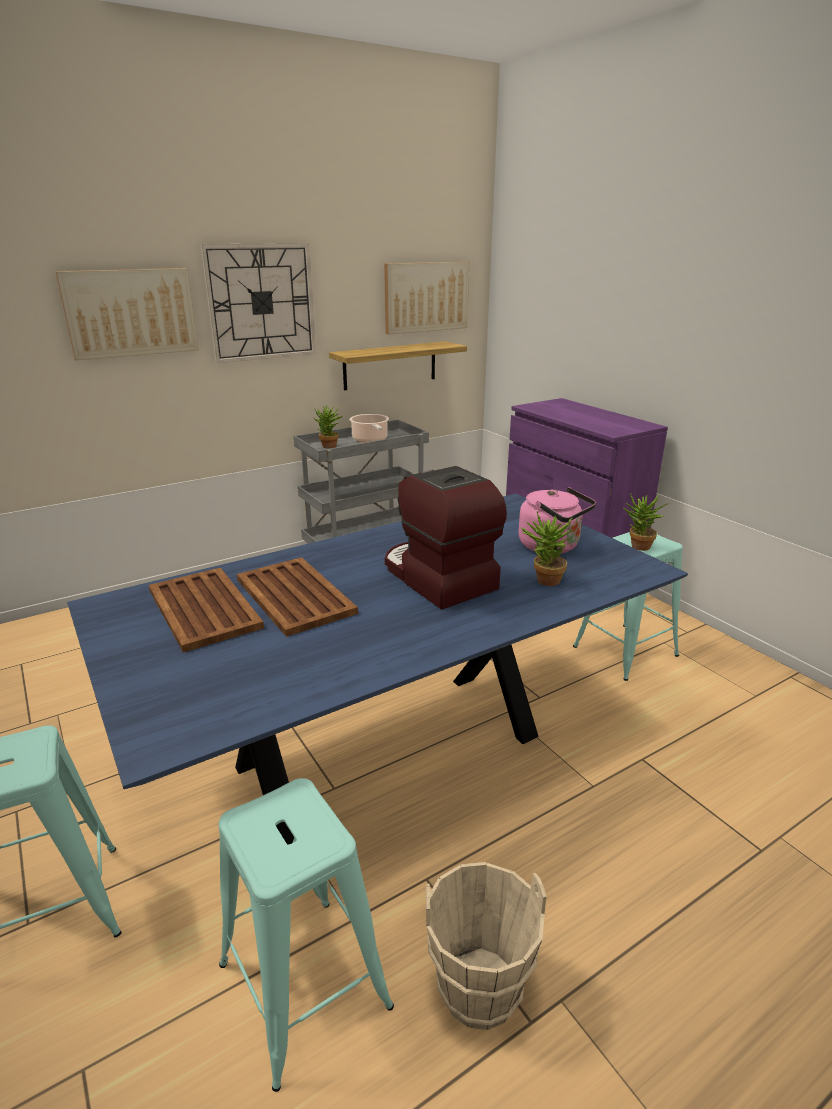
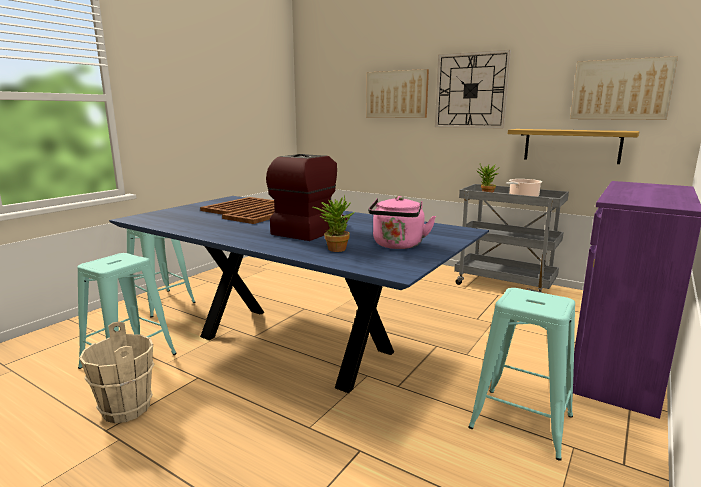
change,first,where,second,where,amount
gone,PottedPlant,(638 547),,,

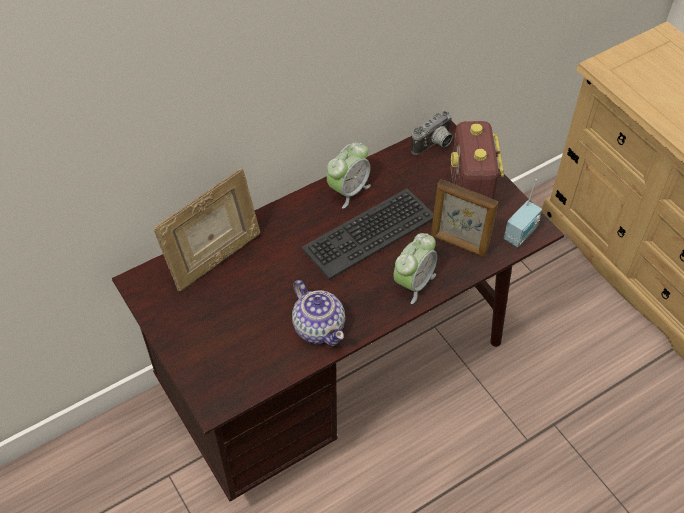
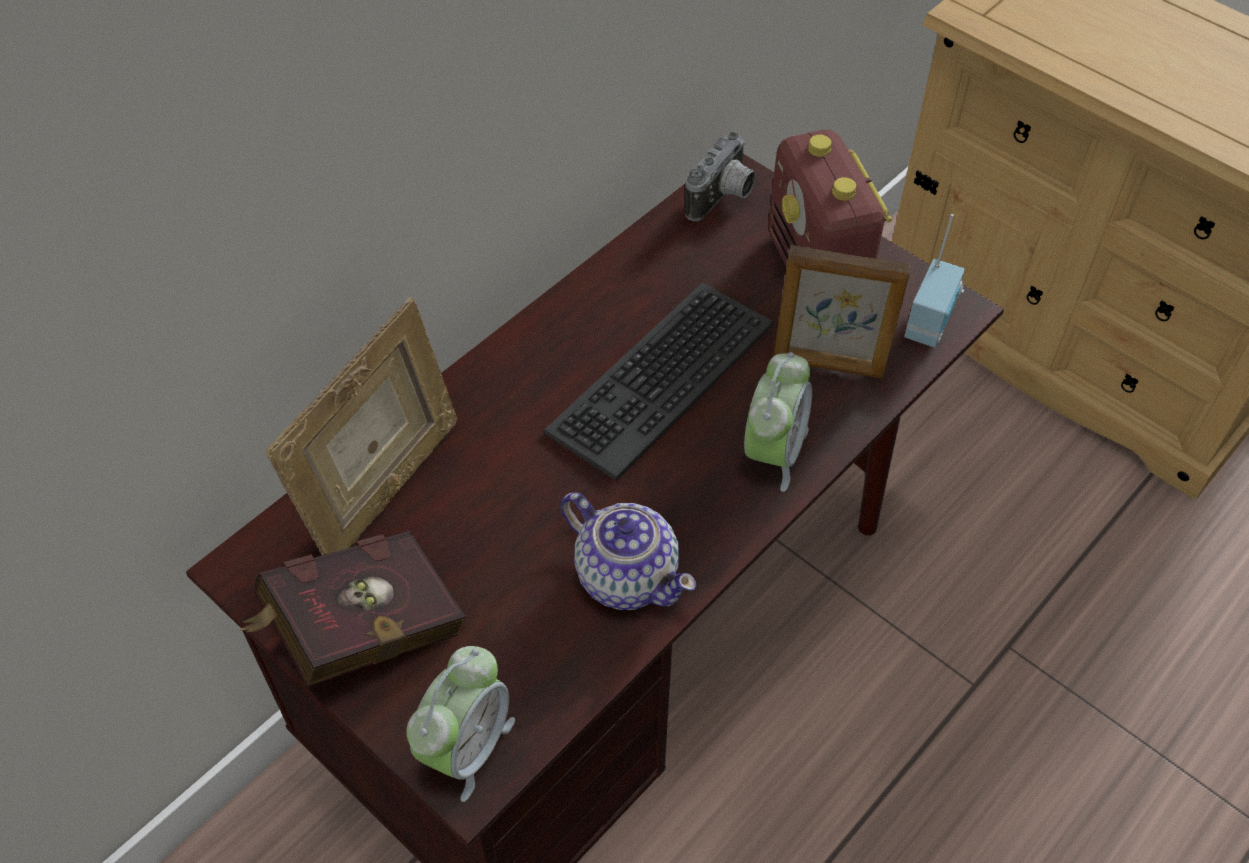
change,first,where,second,where,amount
new,,,RedColouredVolume,(359 631),
shifted,TableClock,(348 190),,(466 747),

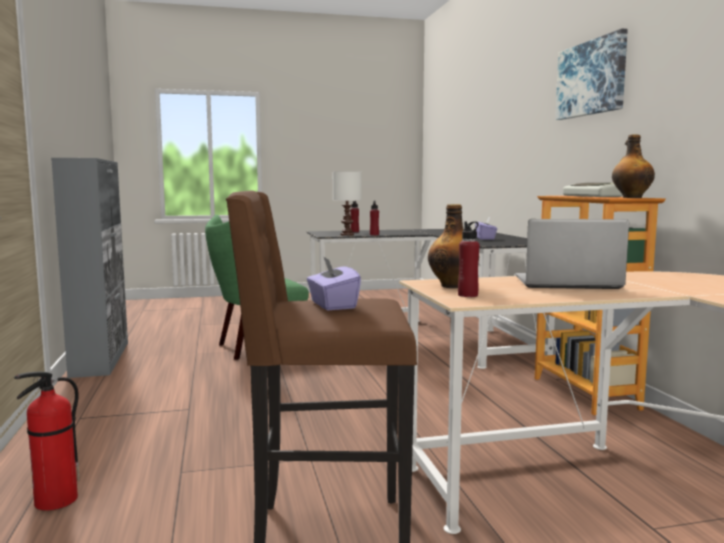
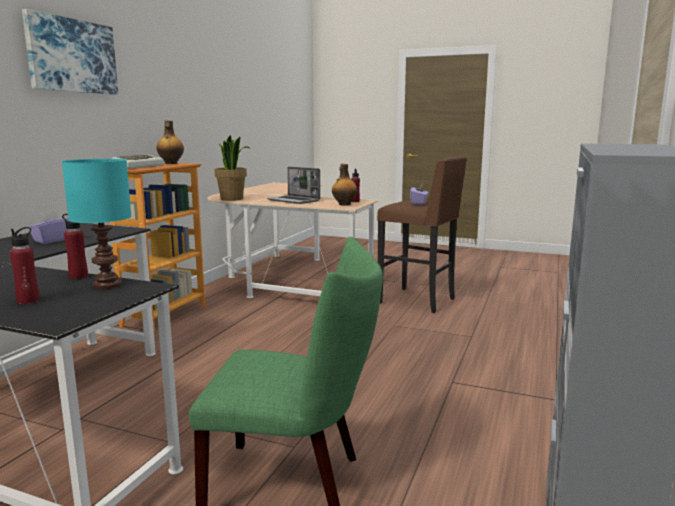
change,first,where,second,where,amount
gone,FireExtinguisher,(55 501),,,
new,,,PottedPlant,(232 199),
repainted,WhitishLampForATable,(346 235),TurquoiseColouredLampForATable,(108 285),

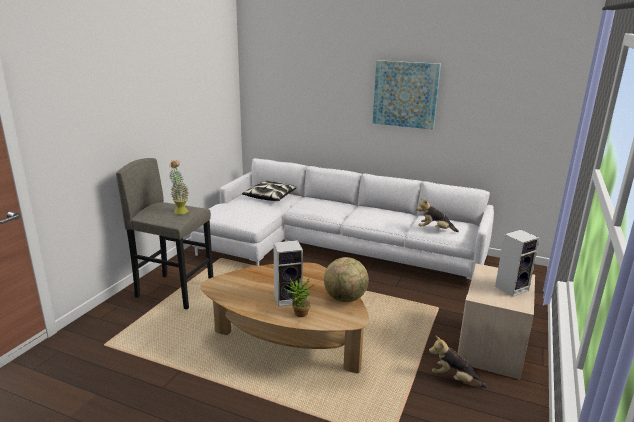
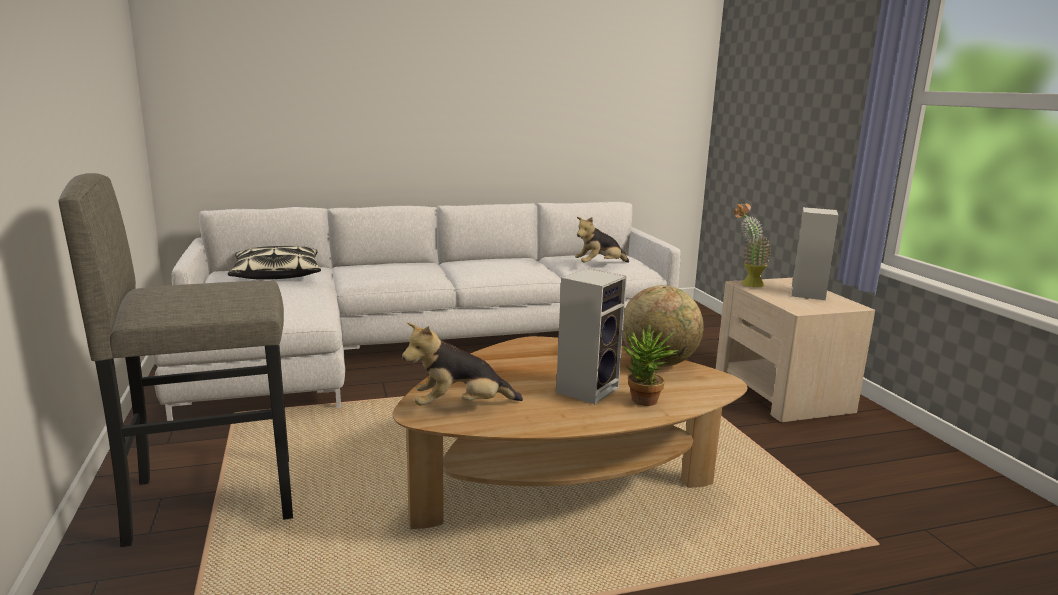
change,first,where,second,where,amount
gone,Picture,(405 94),,,
shifted,PottedPlant,(180 210),,(746 283),
shifted,PlushToy,(454 379),,(460 407),

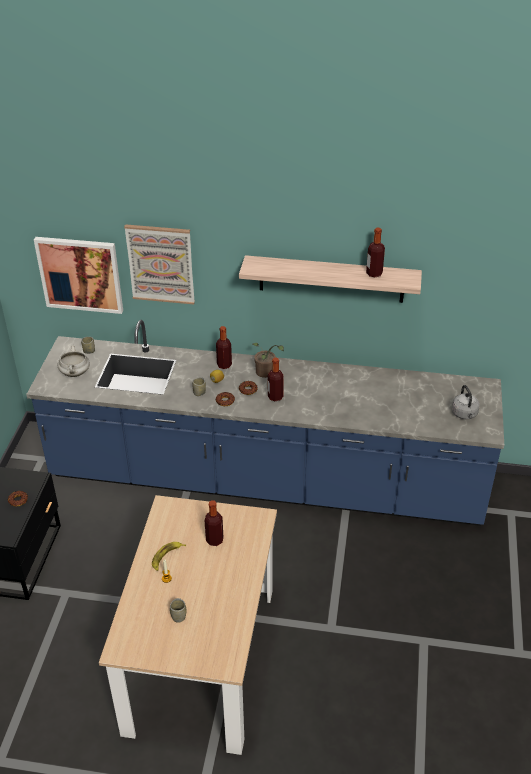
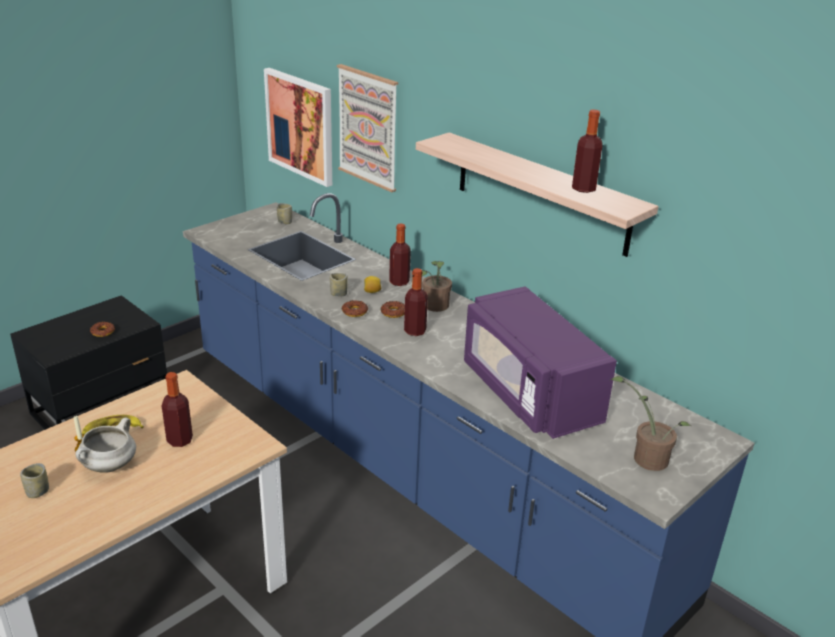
change,first,where,second,where,amount
new,,,PurplishKitchenMicrowave,(529 393),
shifted,WhitishSaucepot,(75 373),,(109 466),
swapped,GrayWaterKettle,(465 414),PottedPlant,(645 457),

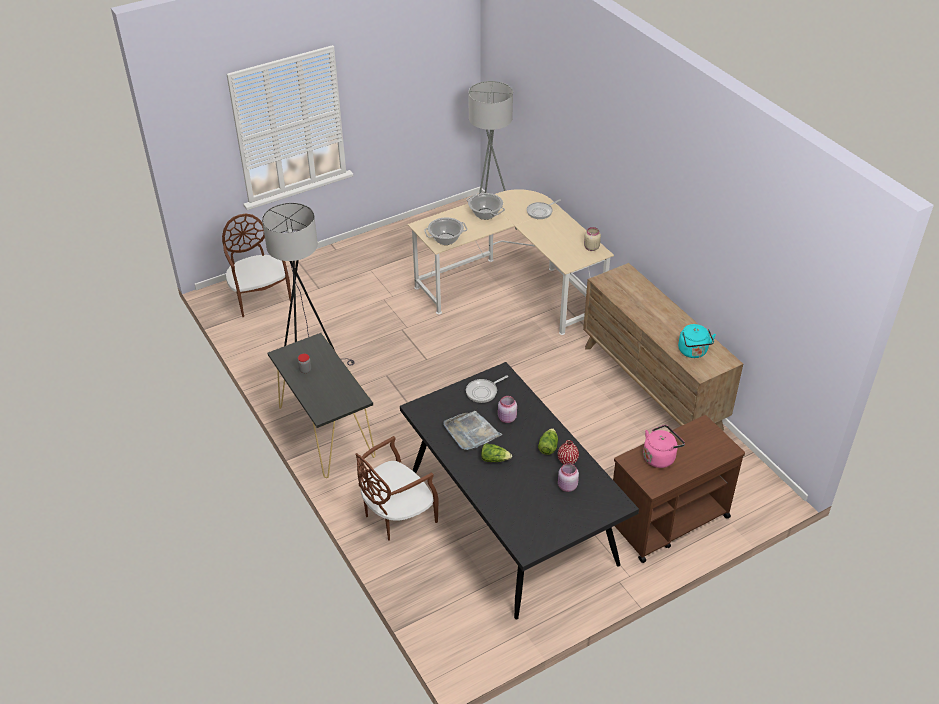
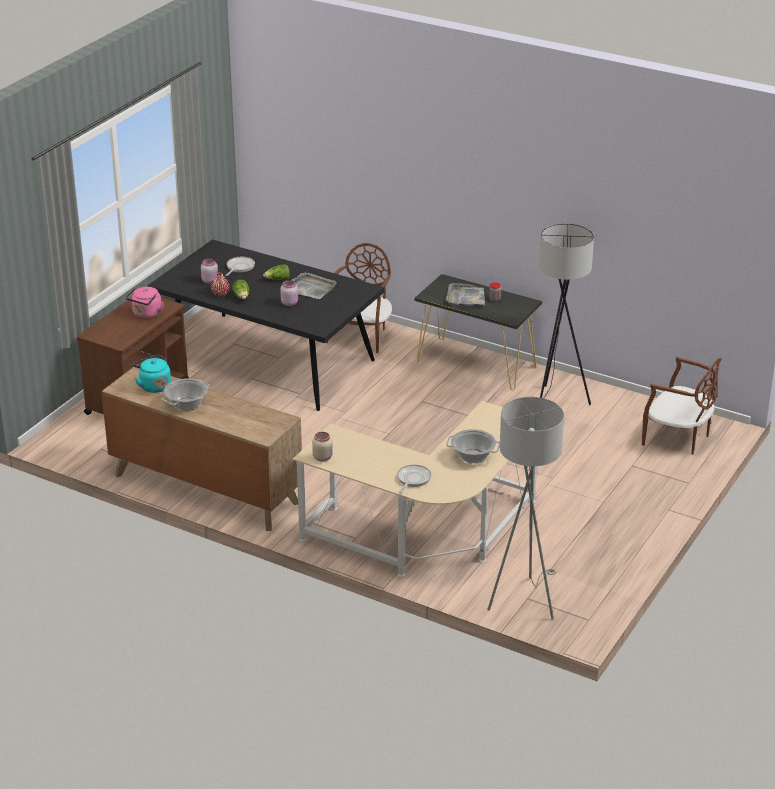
change,first,where,second,where,amount
new,,,GrayTray,(465 297),
shifted,Saucepot,(446 239),,(186 404),
shifted,FryingPan,(483 392),,(239 267),

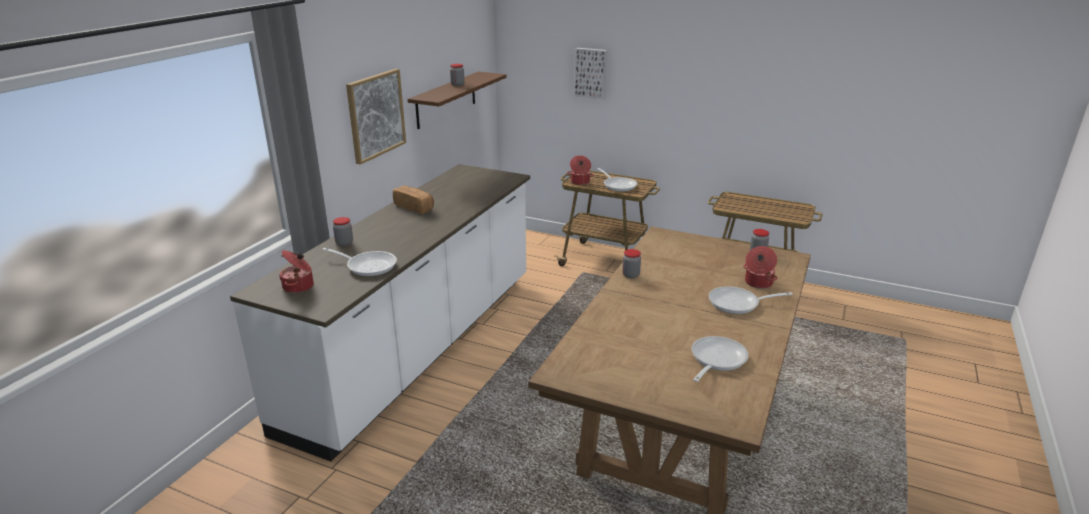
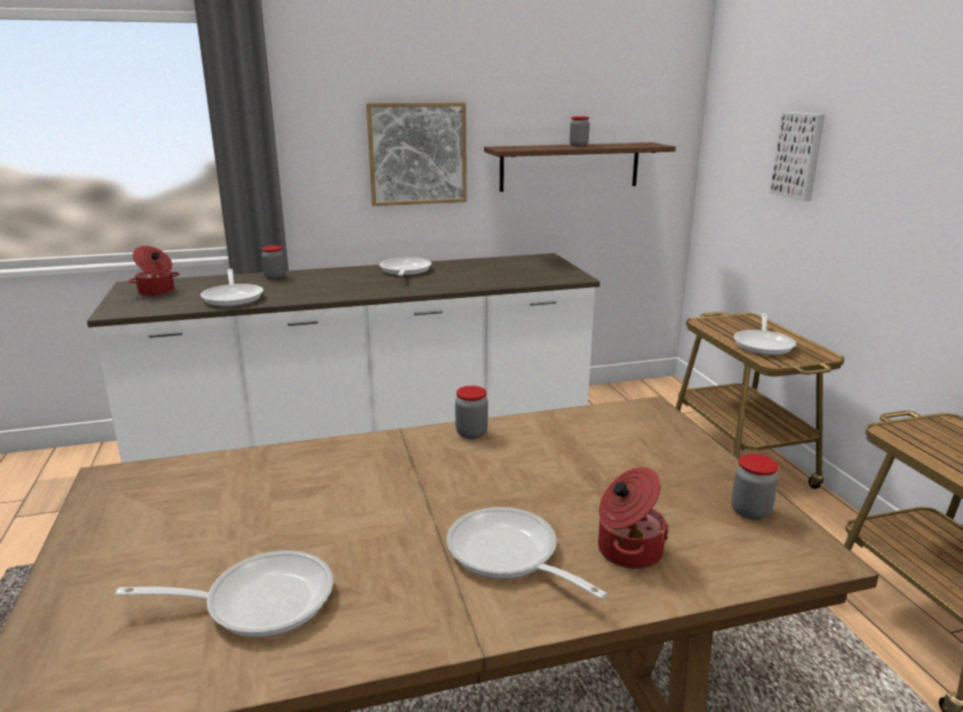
change,first,where,second,where,amount
gone,Saucepot,(580 182),,,
swapped,Bread,(414 207),FryingPan,(404 271),

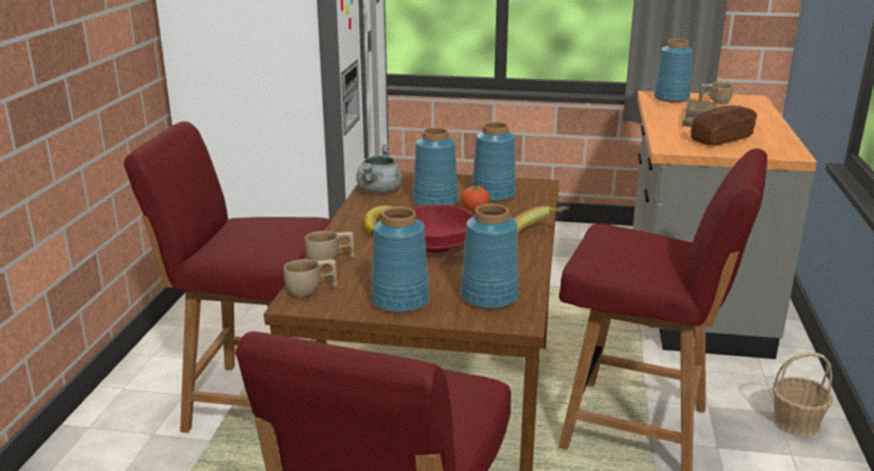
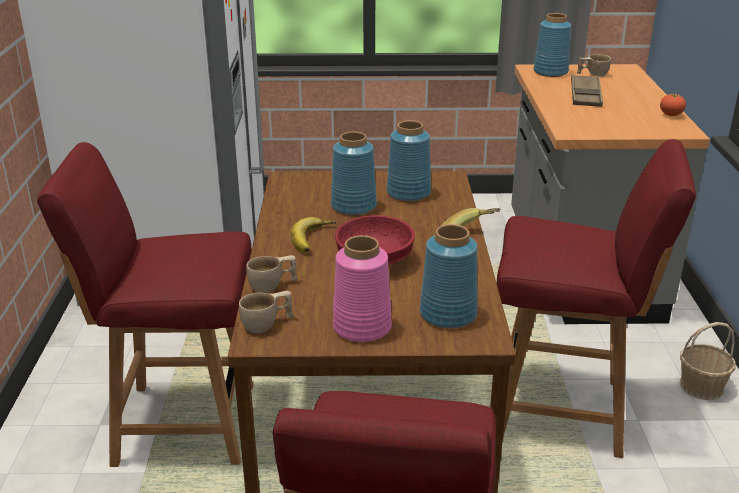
change,first,where,second,where,amount
gone,GraySaucepot,(380 191),,,
gone,Bread,(722 138),,,
shifted,Tomato,(475 210),,(671 115),
repainted,BluishVase,(401 301),PinkColouredVase,(363 327),

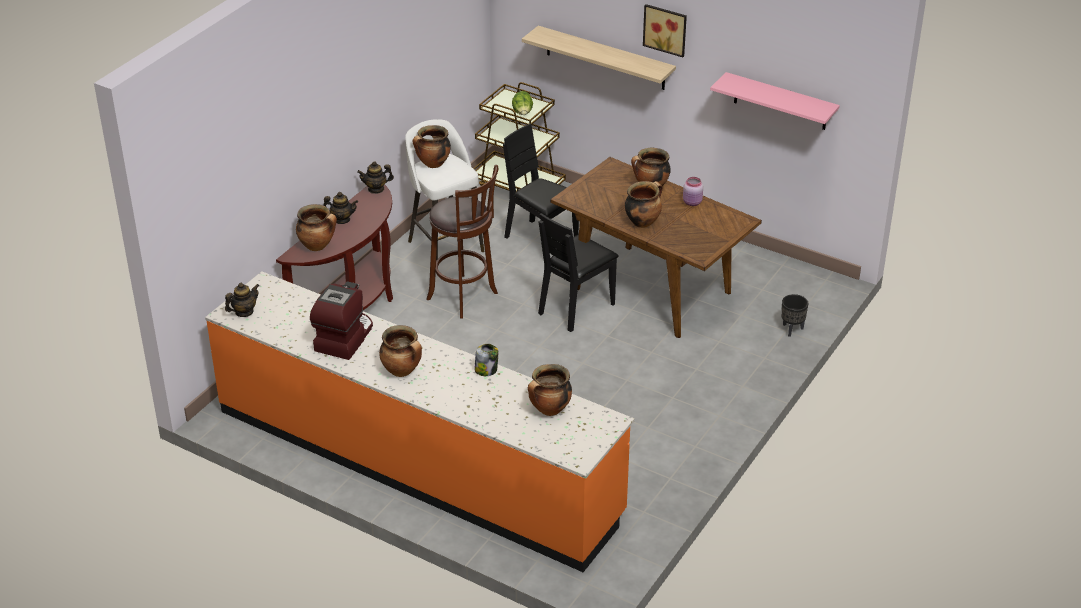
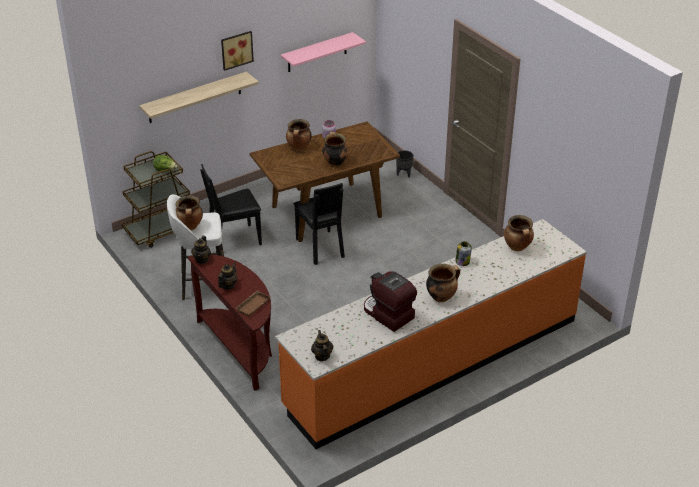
change,first,where,second,where,amount
gone,BrownColouredStoolSeat,(465 297),,,
swapped,Saucepot,(318 246),BrownColouredTray,(252 305),

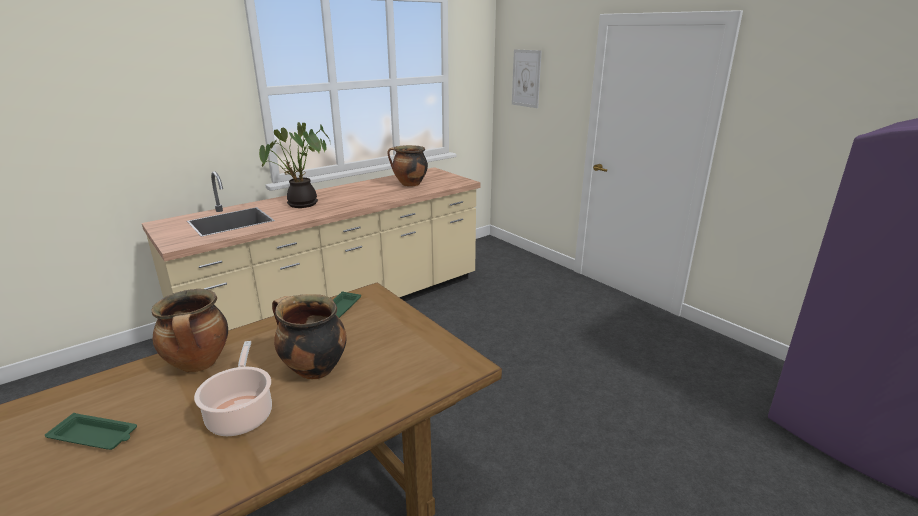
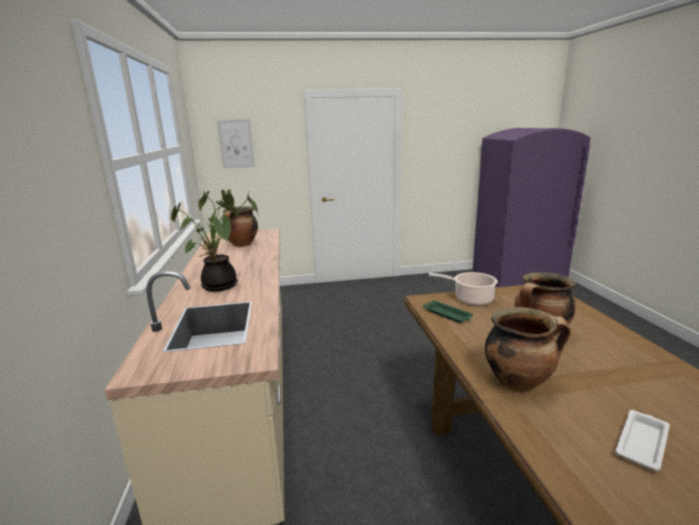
change,first,where,second,where,amount
shifted,Saucepot,(241 414),,(470 299),
repainted,GreenColouredTray,(95 436),WhitishTray,(642 442),

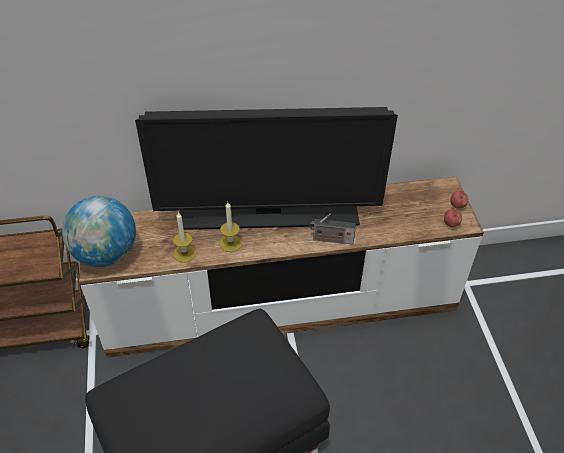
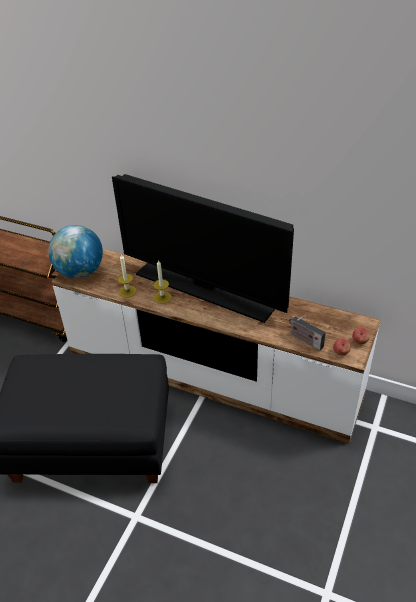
change,first,where,second,where,amount
shifted,RadioSet,(331 240),,(304 340),

